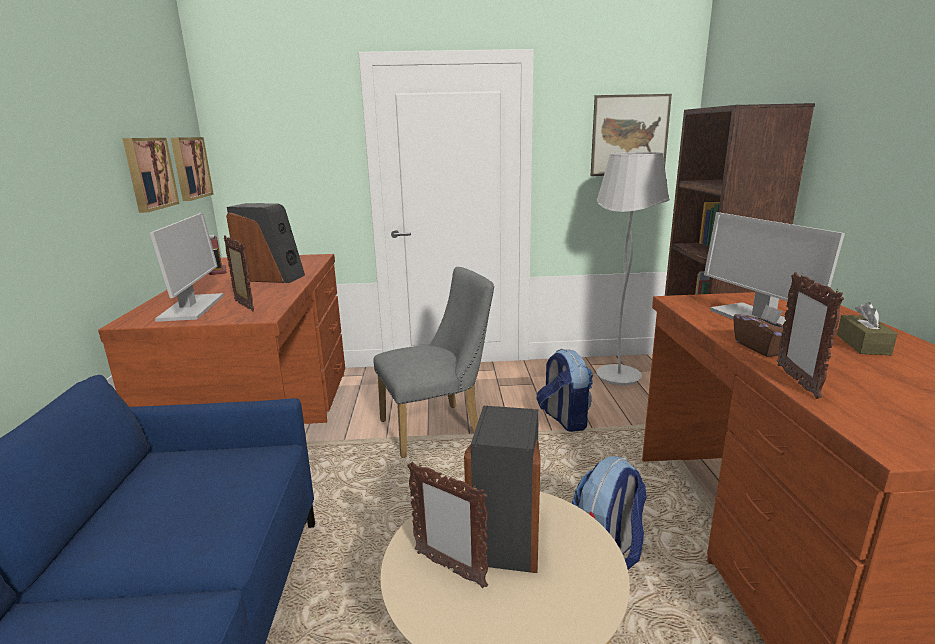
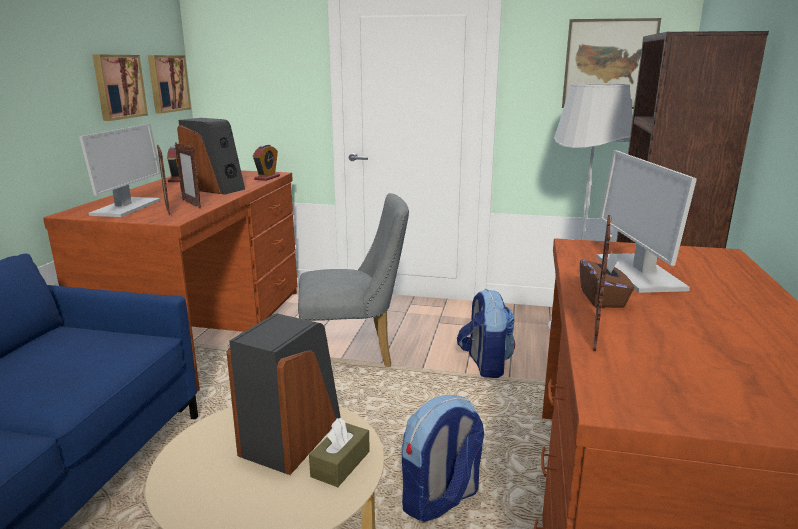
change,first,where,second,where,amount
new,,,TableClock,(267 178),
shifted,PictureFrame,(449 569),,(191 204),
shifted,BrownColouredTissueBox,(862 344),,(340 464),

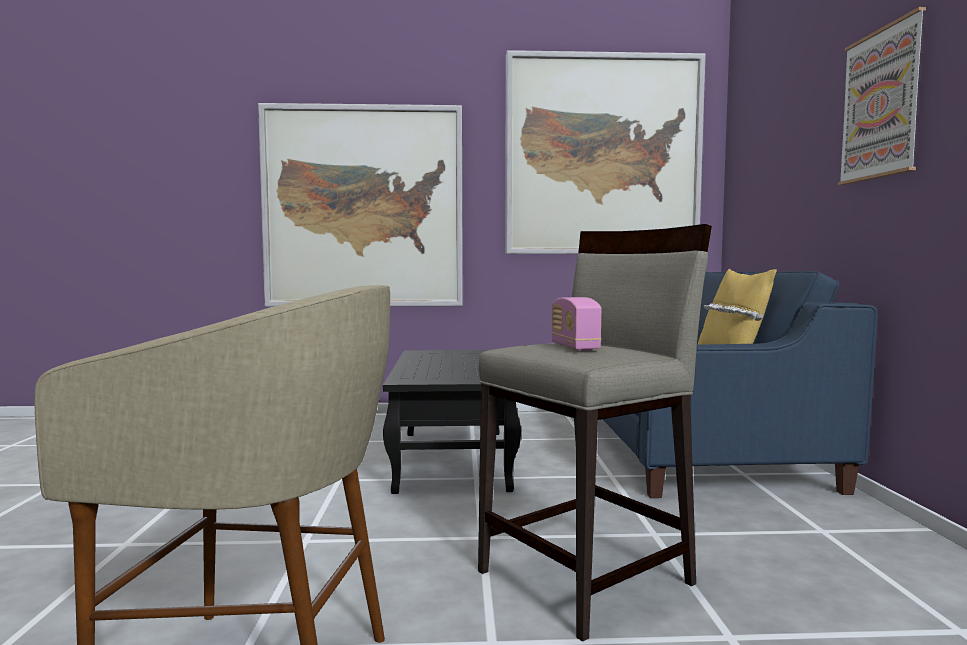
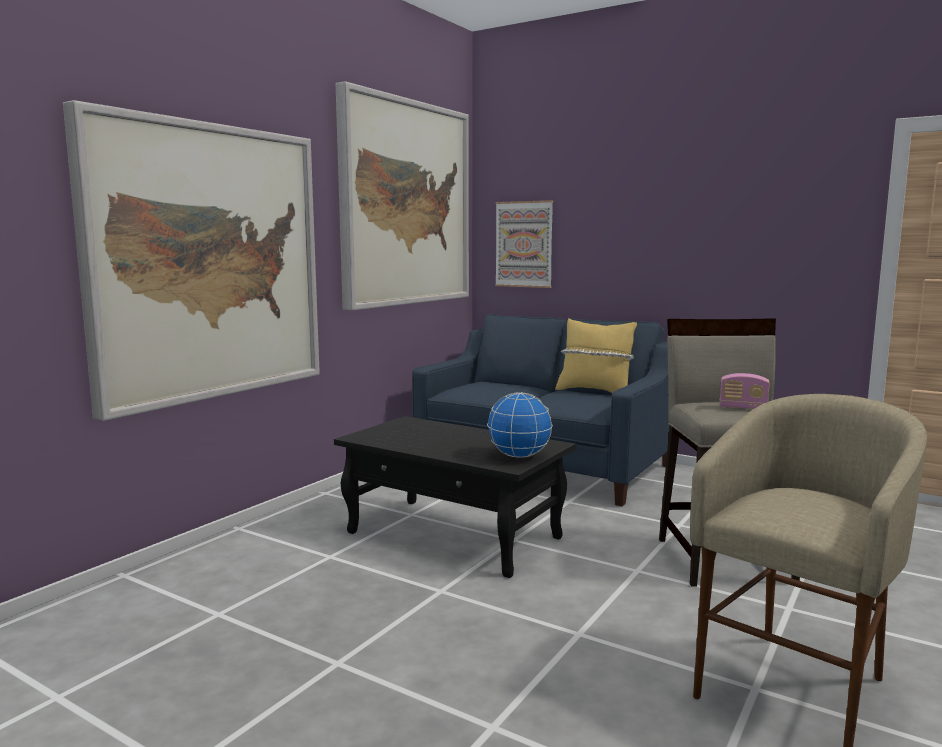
change,first,where,second,where,amount
new,,,WorldGlobe,(518 456),
shifted,Picture,(880 104),,(524 244),

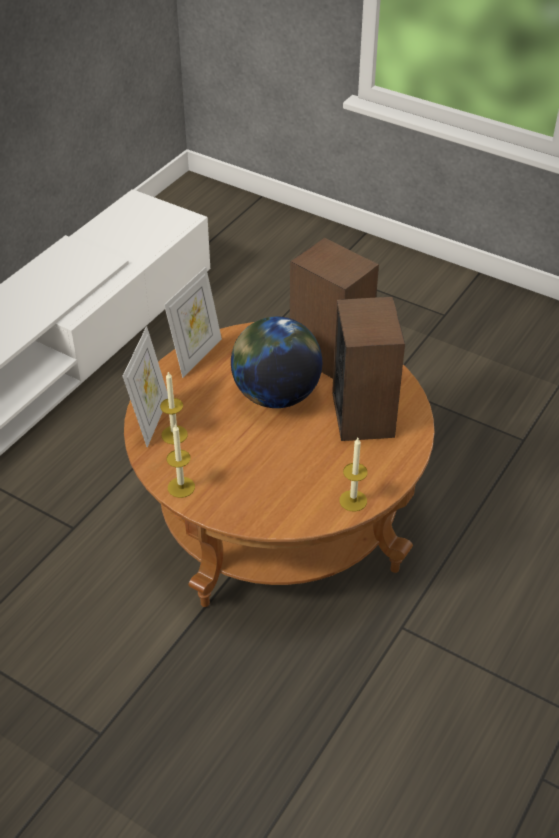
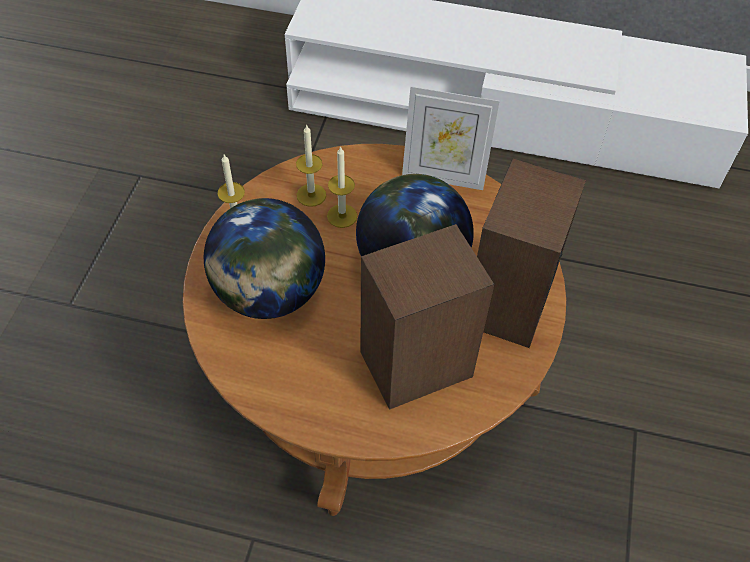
change,first,where,second,where,amount
gone,PictureFrame,(150 420),,,
new,,,WorldGlobe,(269 293),
shifted,WaxLight,(353 500),,(342 216),

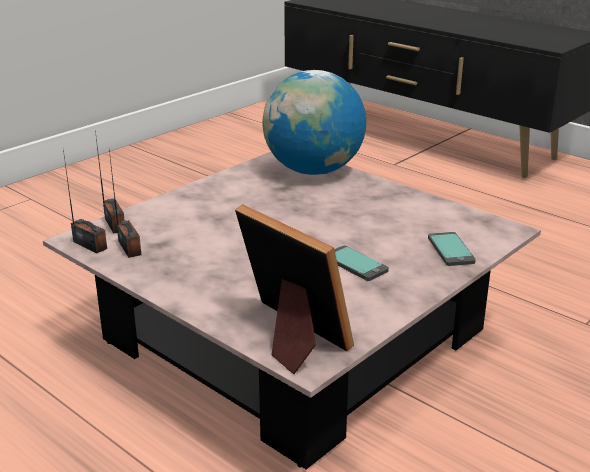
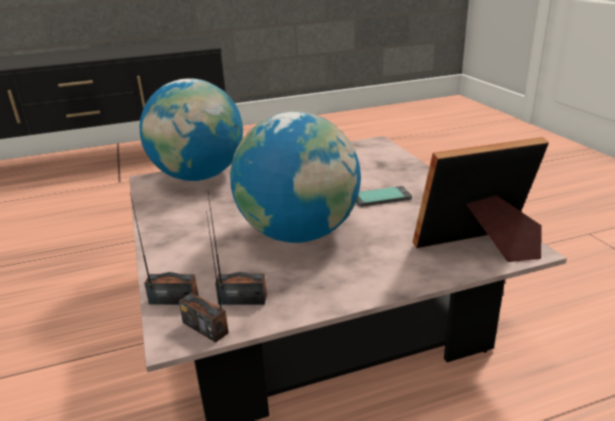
change,first,where,second,where,amount
gone,Phone,(451 250),,,
new,,,WorldGlobe,(299 234),
rotated,RadioSet,(89 245),,(205 327),120 degrees counterclockwise

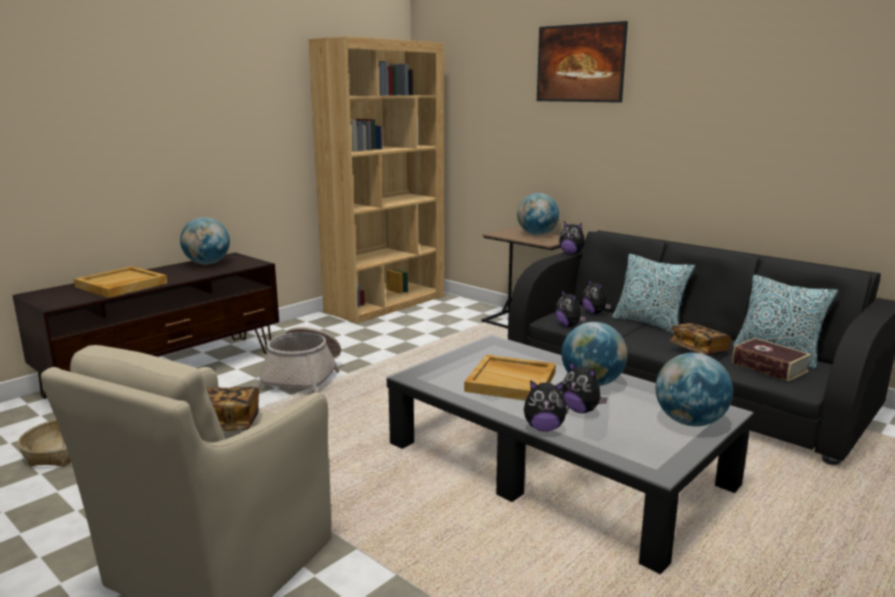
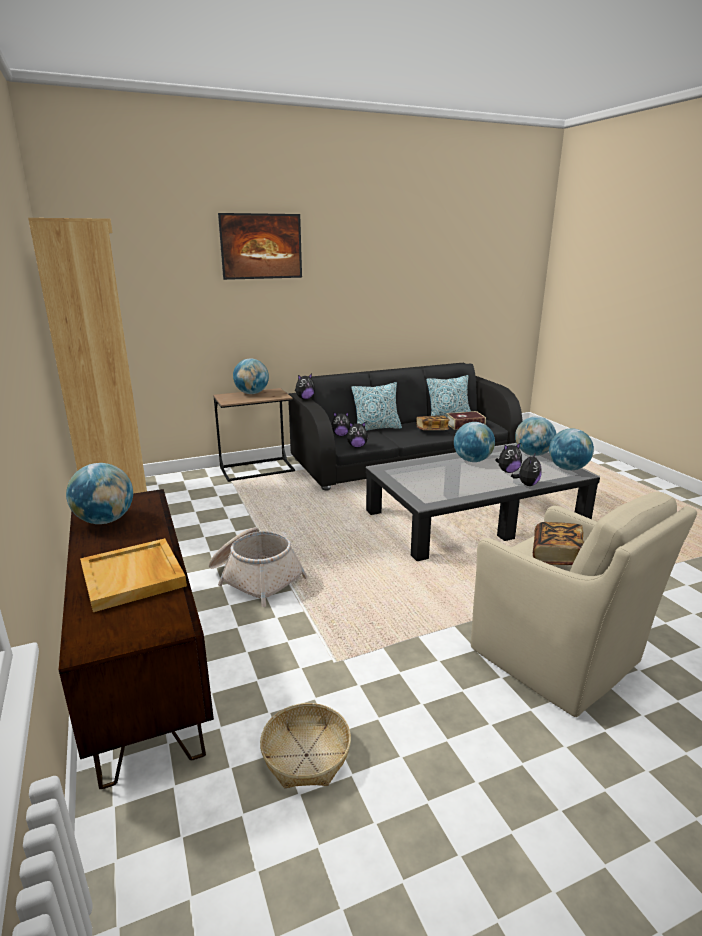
change,first,where,second,where,amount
gone,BeigeTray,(512 381),,,
new,,,WorldGlobe,(568 468),

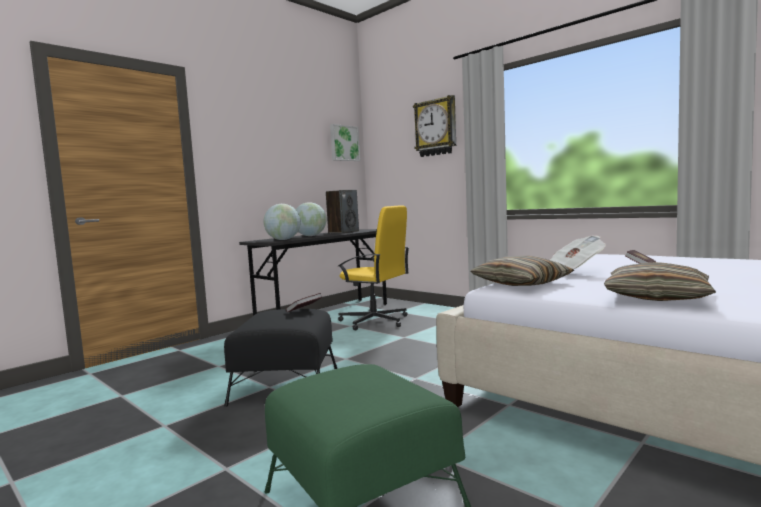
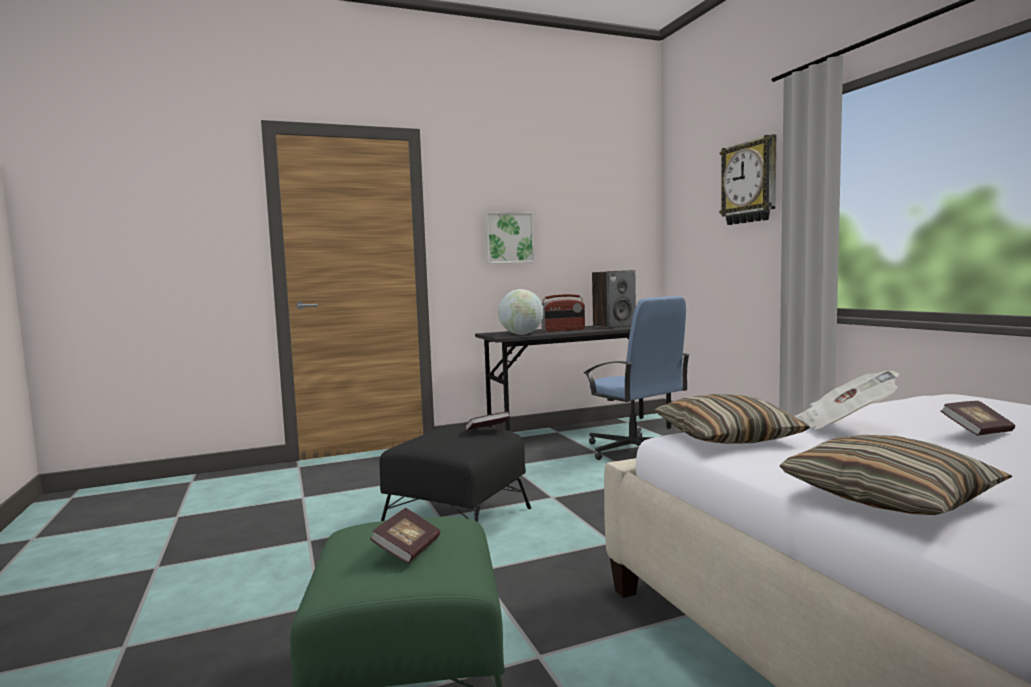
change,first,where,second,where,amount
new,,,Volume,(408 550),
shifted,Picture,(344 143),,(509 238),
swapped,WorldGlobe,(310 236),RadioSet,(563 330),
repainted,YellowComputerChair,(375 321),BluishComputerChair,(634 451),

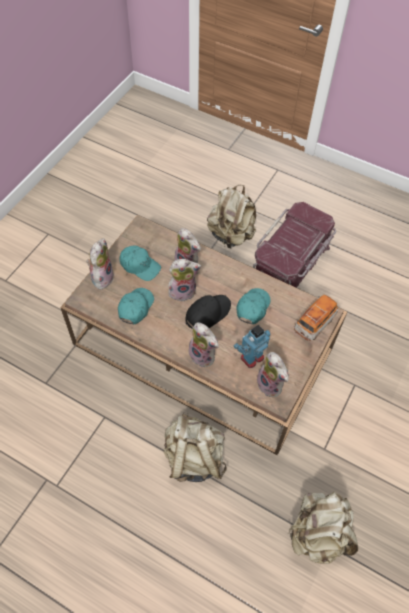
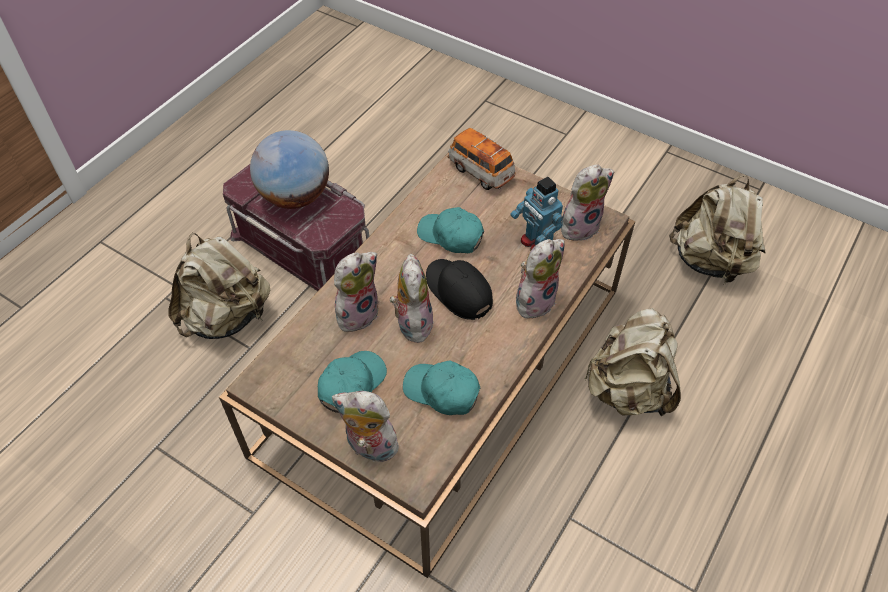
change,first,where,second,where,amount
new,,,WorldGlobe,(295 196),

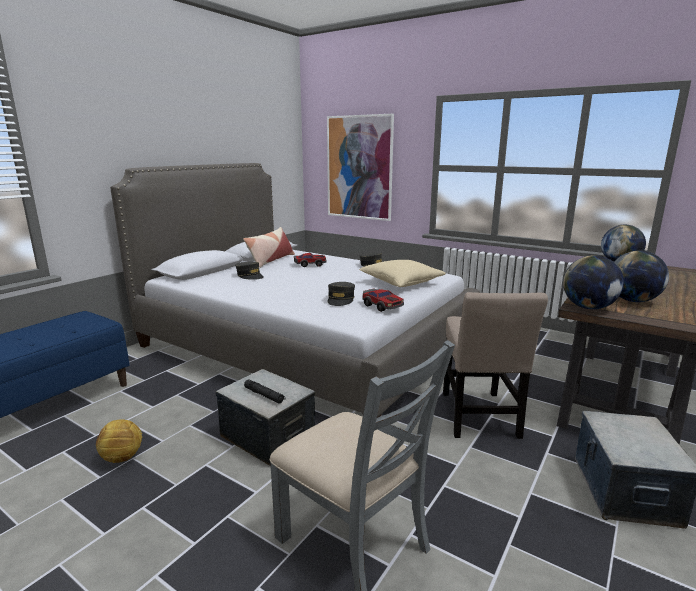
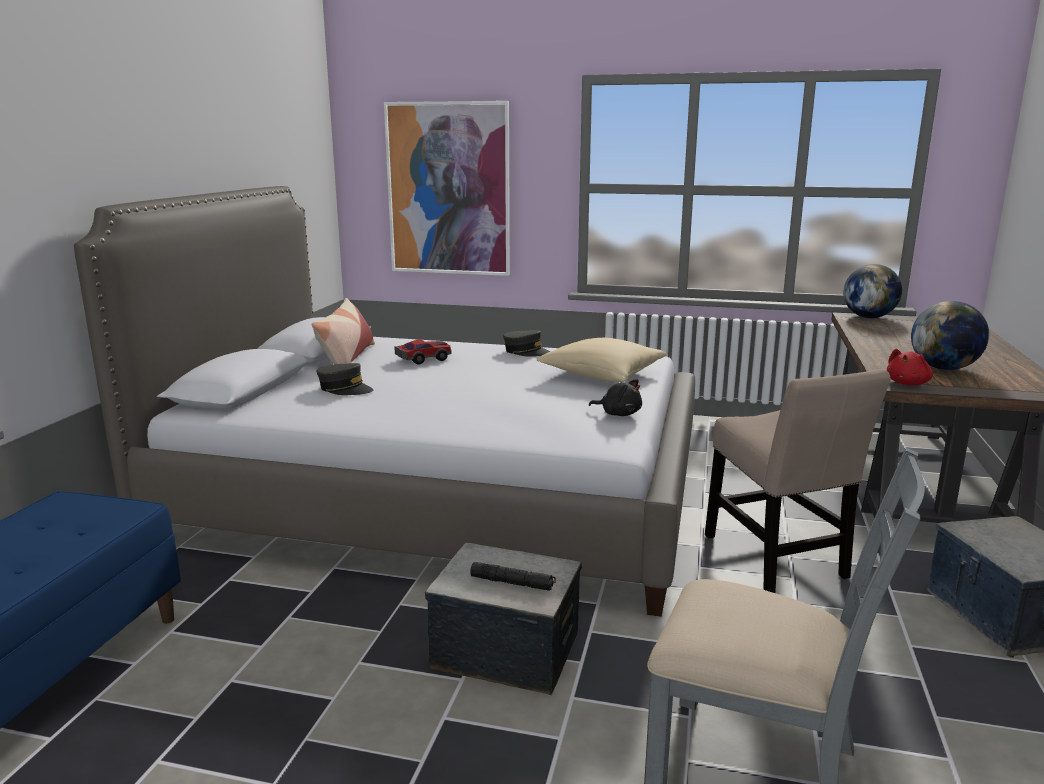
change,first,where,second,where,amount
gone,FootballBall,(122 457),,,
gone,GrayCap,(341 299),,,
swapped,ToyCar,(382 306),BlackPlushToy,(618 414),
swapped,WorldGlobe,(588 307),RedColouredPlushToy,(908 383),

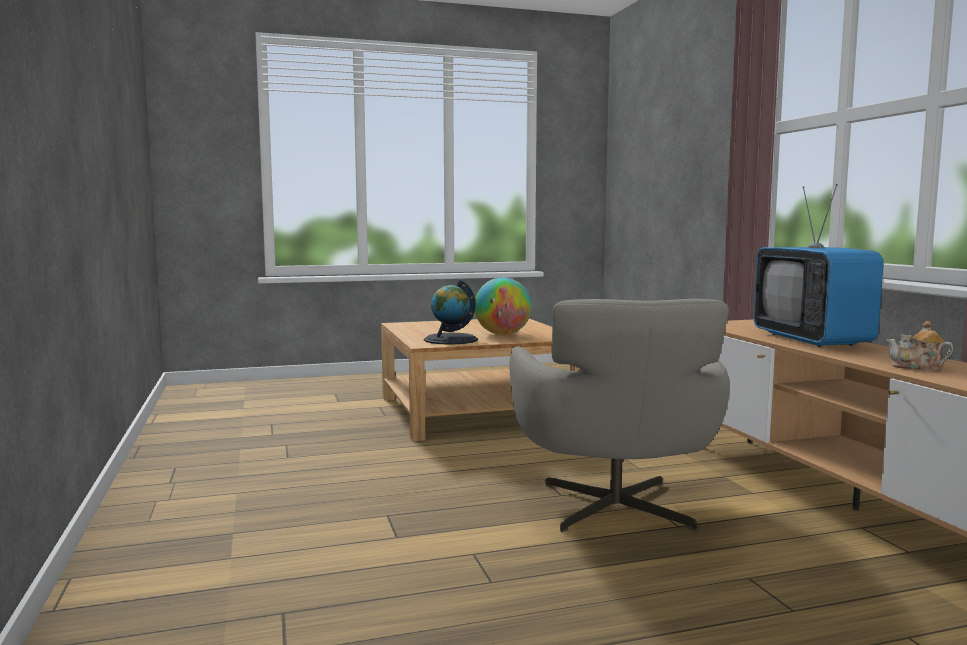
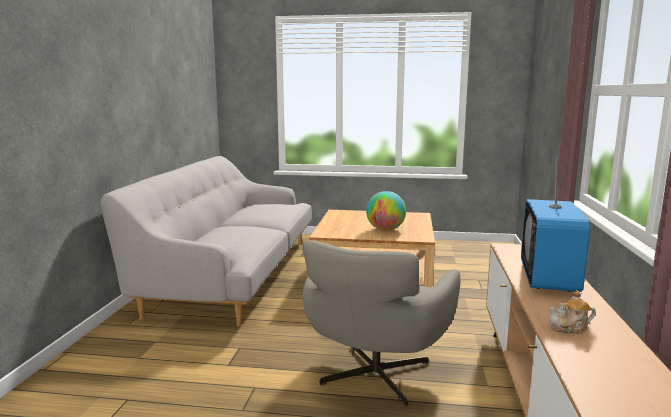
change,first,where,second,where,amount
gone,WorldGlobe,(451 339),,,
new,,,GrayCouch,(232 273),
rotated,PotForTea,(917 367),,(570 328),45 degrees counterclockwise

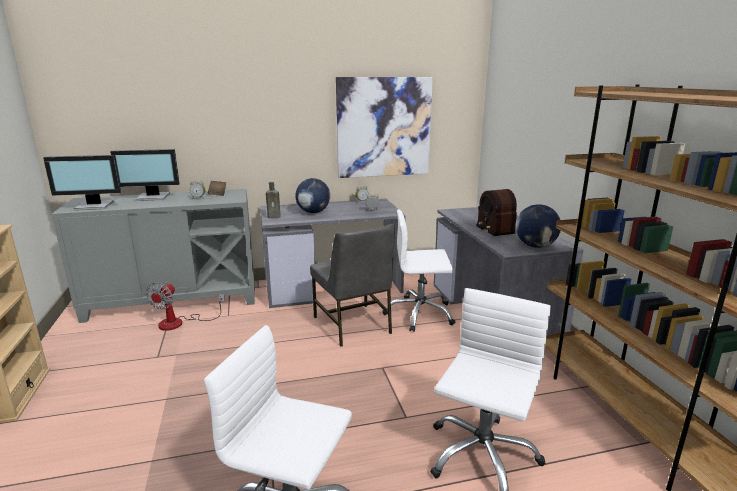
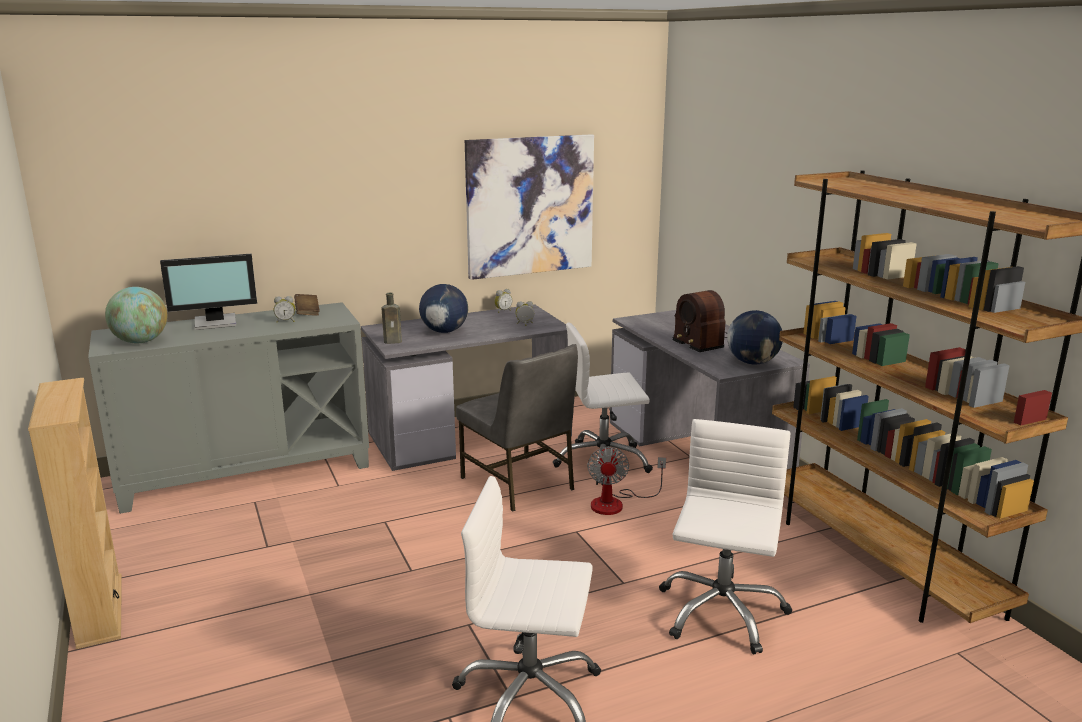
change,first,where,second,where,amount
shifted,CoolingFan,(180 323),,(616 503),
swapped,ComputerScreen,(94 206),WorldGlobe,(141 341),

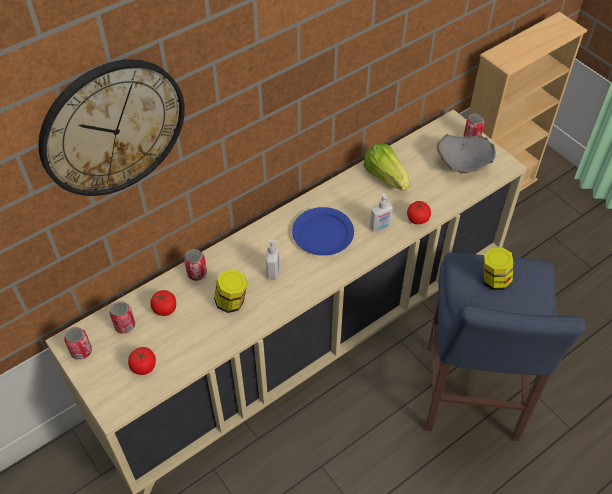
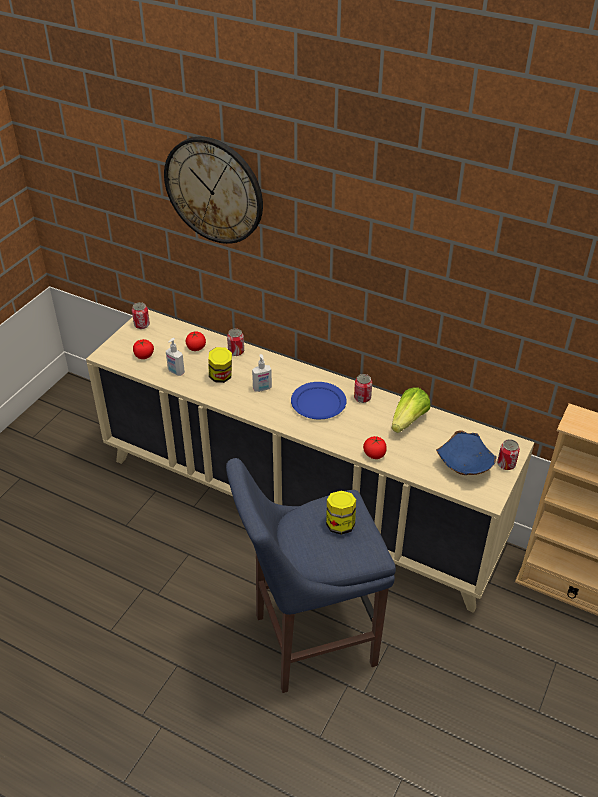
change,first,where,second,where,amount
shifted,MetalCan,(125 325),,(362 398),
shifted,SoapBottle,(380 227),,(176 372),
repainted,GrayBowl,(462 164),BluishBowl,(465 467),

